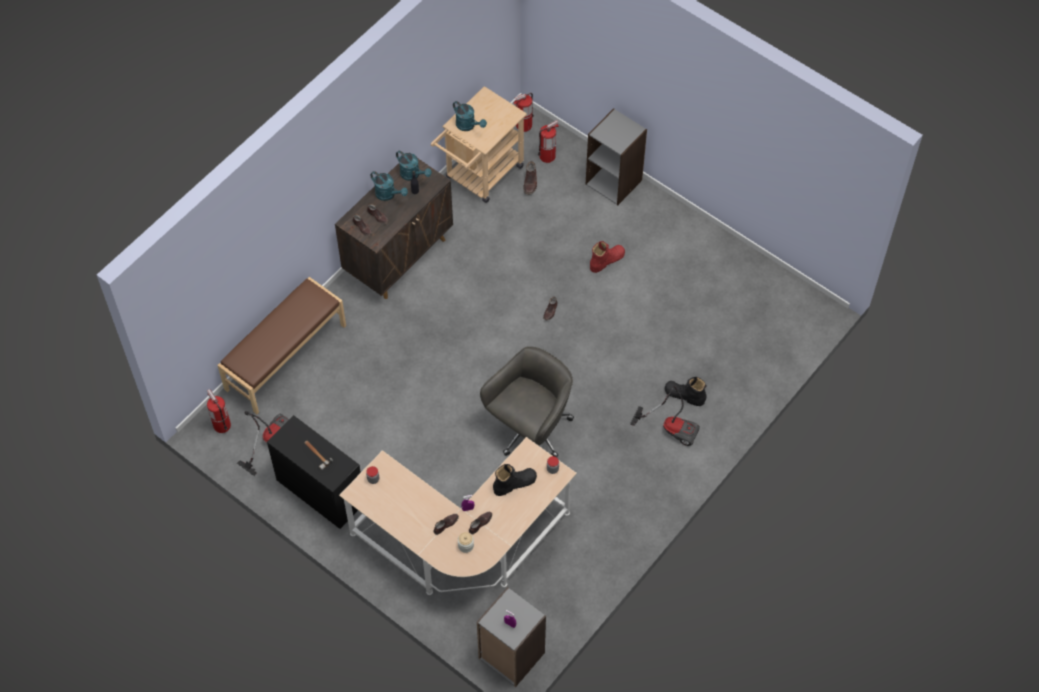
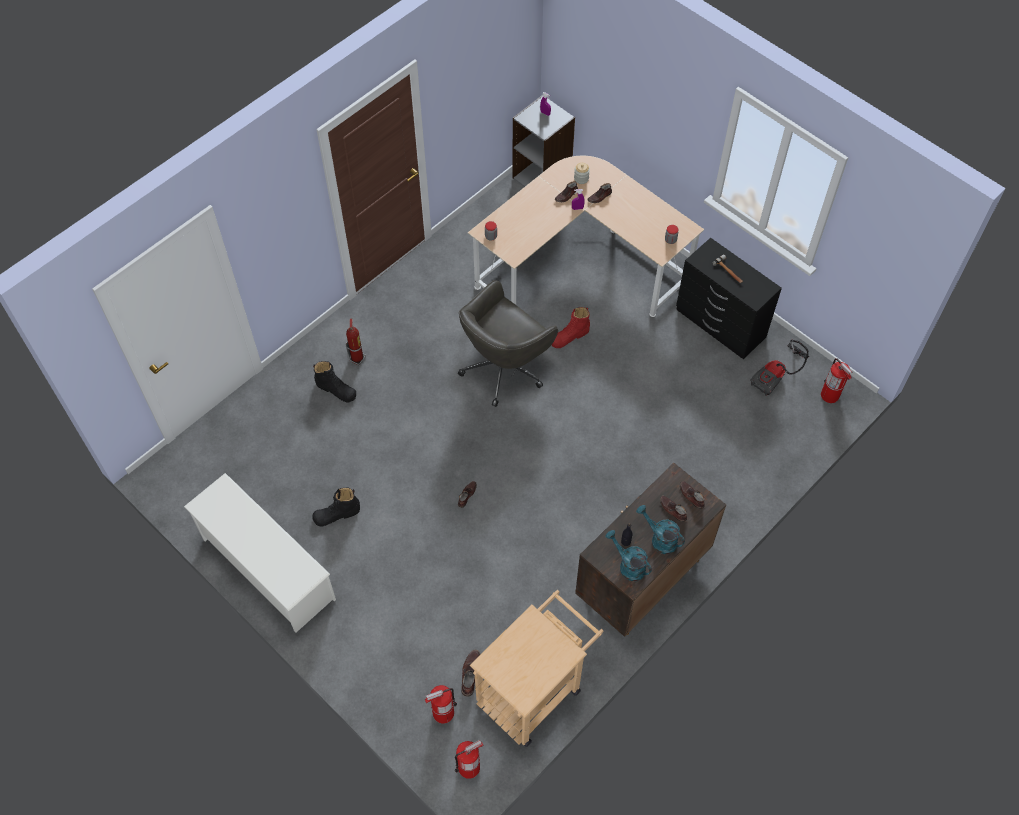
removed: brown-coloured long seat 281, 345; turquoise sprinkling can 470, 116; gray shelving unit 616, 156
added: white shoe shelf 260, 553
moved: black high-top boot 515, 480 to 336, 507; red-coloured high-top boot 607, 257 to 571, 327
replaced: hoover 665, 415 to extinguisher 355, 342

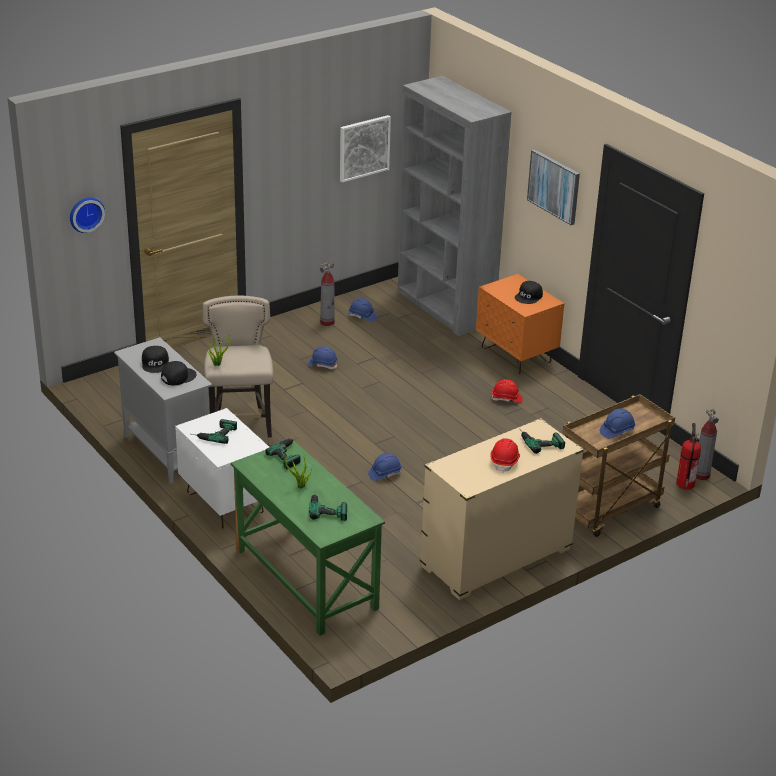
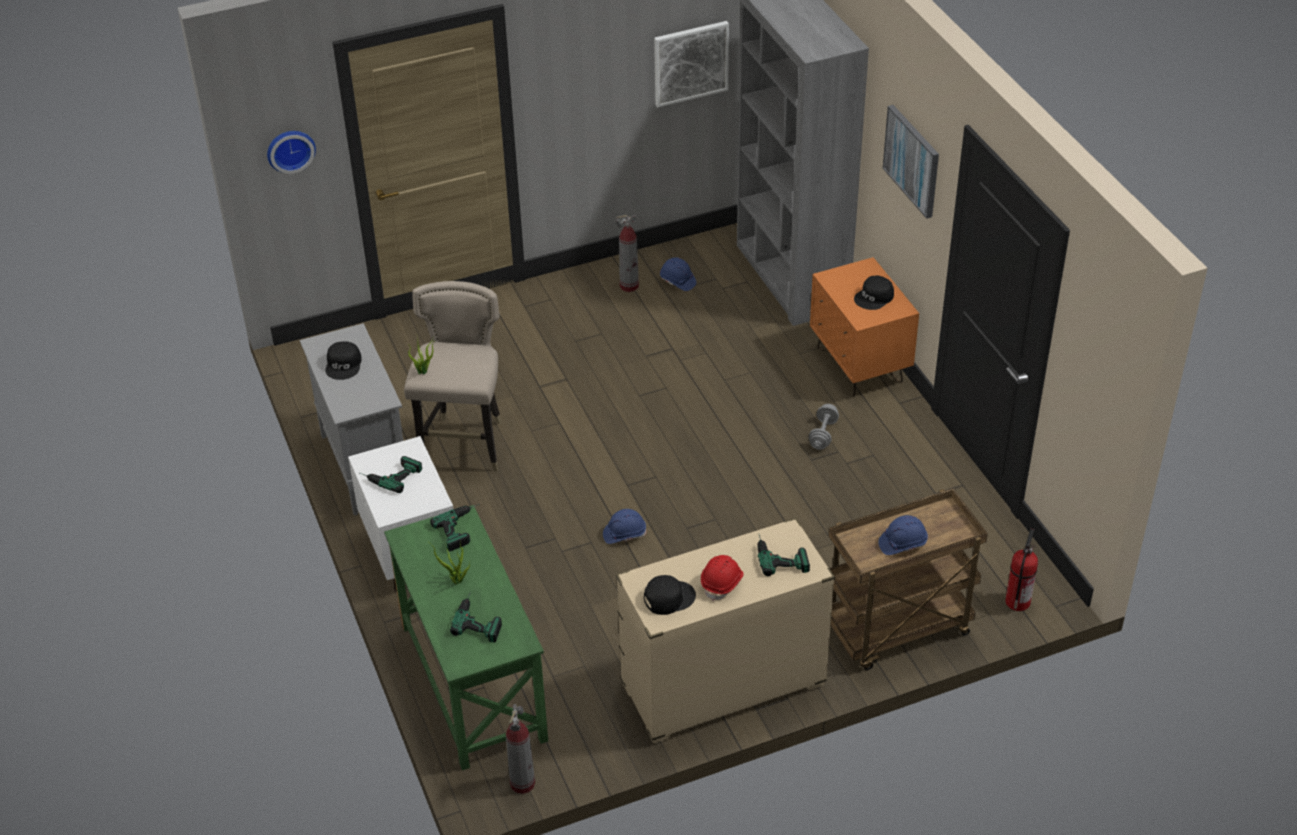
removed: blue safety helmet 323, 357
moved: black peaked cap 179, 373 to 670, 595; extinguisher 707, 444 to 520, 749
replaced: red-coloured safety helmet 506, 391 to gray free weight 824, 427

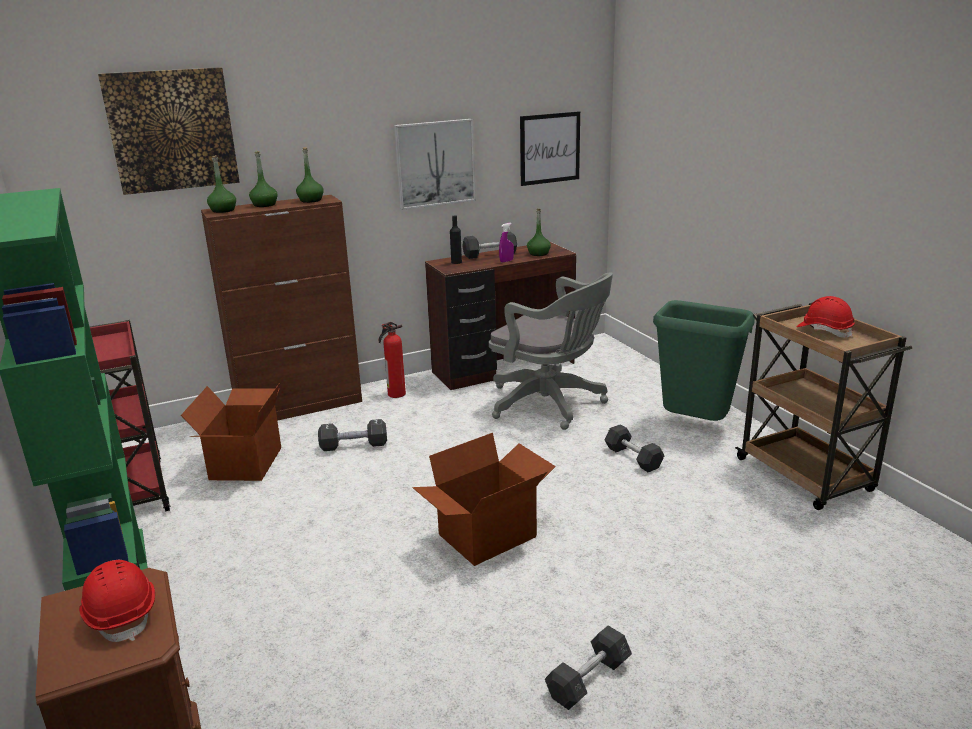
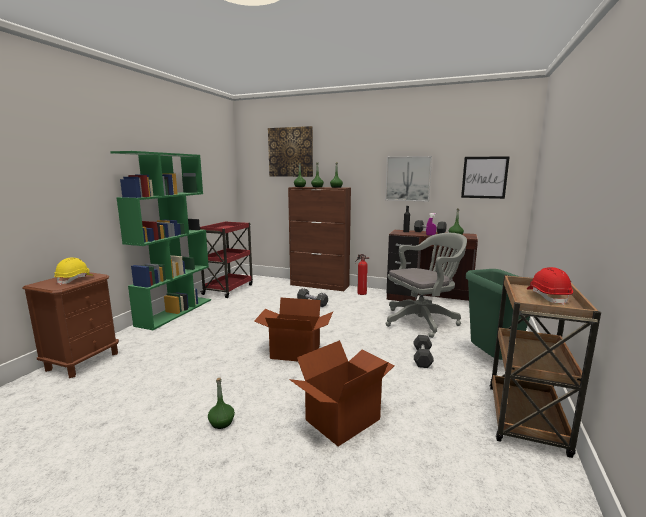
moved: cardboard box 231, 432 to 342, 393
replaced: gray free weight 588, 667 to greenish drink bottle 221, 403
recoloured: red-coloured safety helmet 117, 601 to yellow safety helmet 74, 271
turned: gray desk chair 551, 351 = 426, 285 105 degrees counterclockwise

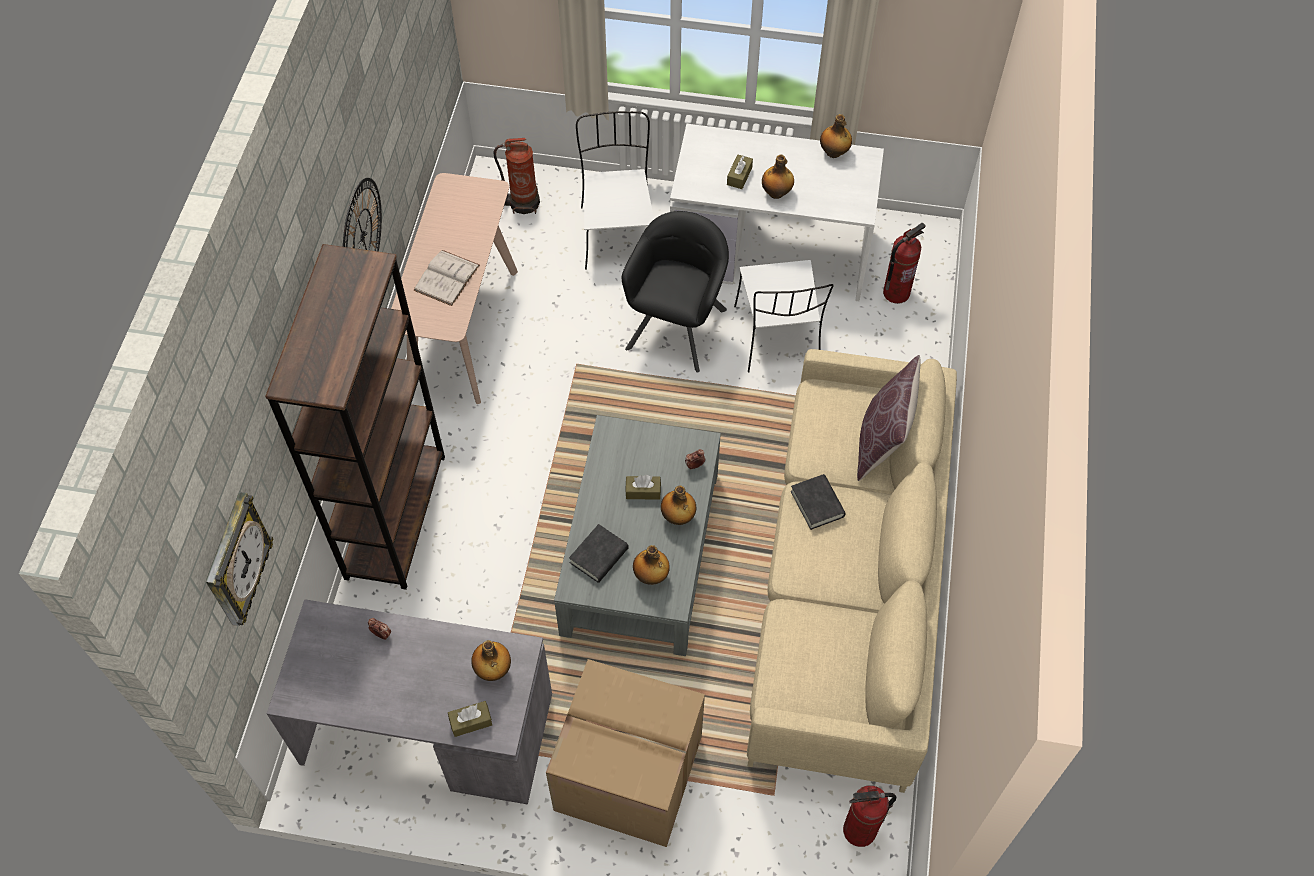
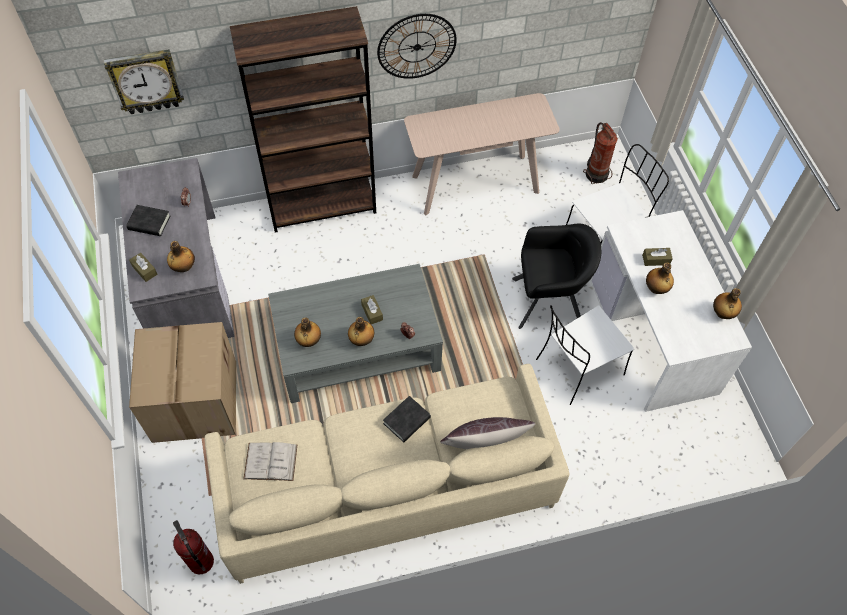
removed: extinguisher 904, 263
moved: white bound book 446, 278 to 270, 461; black bound book 599, 553 to 148, 220

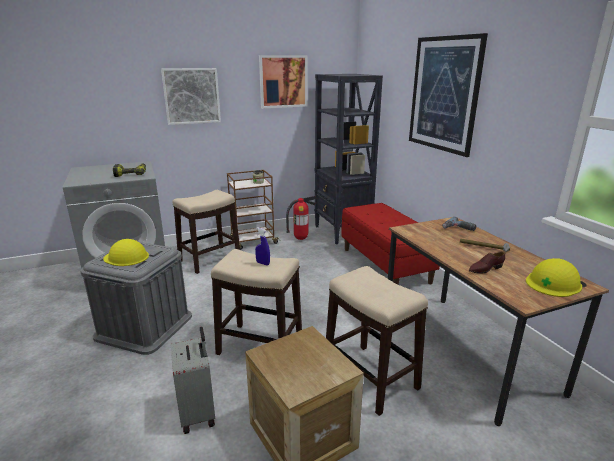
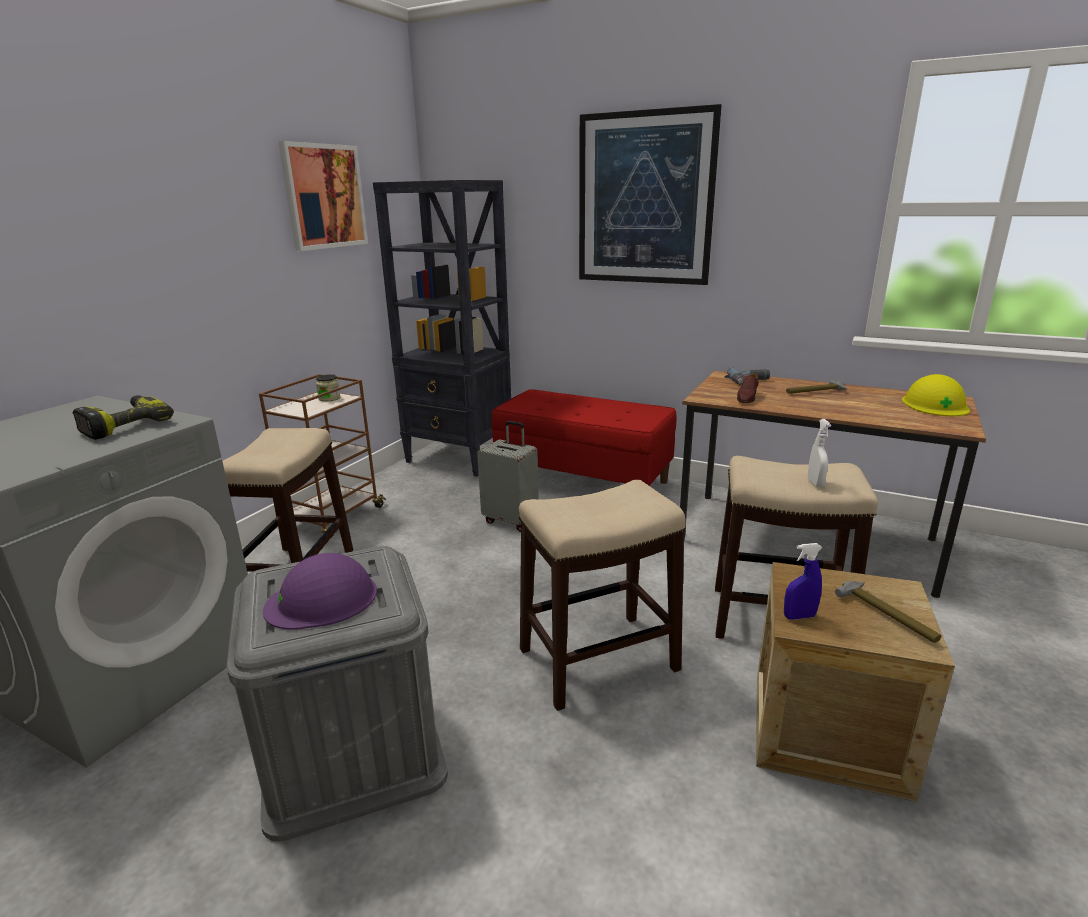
removed: wall art 191, 96; extinguisher 302, 218
added: white sprayer 819, 453; hand hammer 888, 612
moved: gray travel case 193, 380 to 508, 476; blue sprayer 262, 246 to 803, 581; brown-coloured shoe 487, 263 to 748, 388
recoloured: yellow safety helmet 126, 252 to purple-coloured safety helmet 320, 591

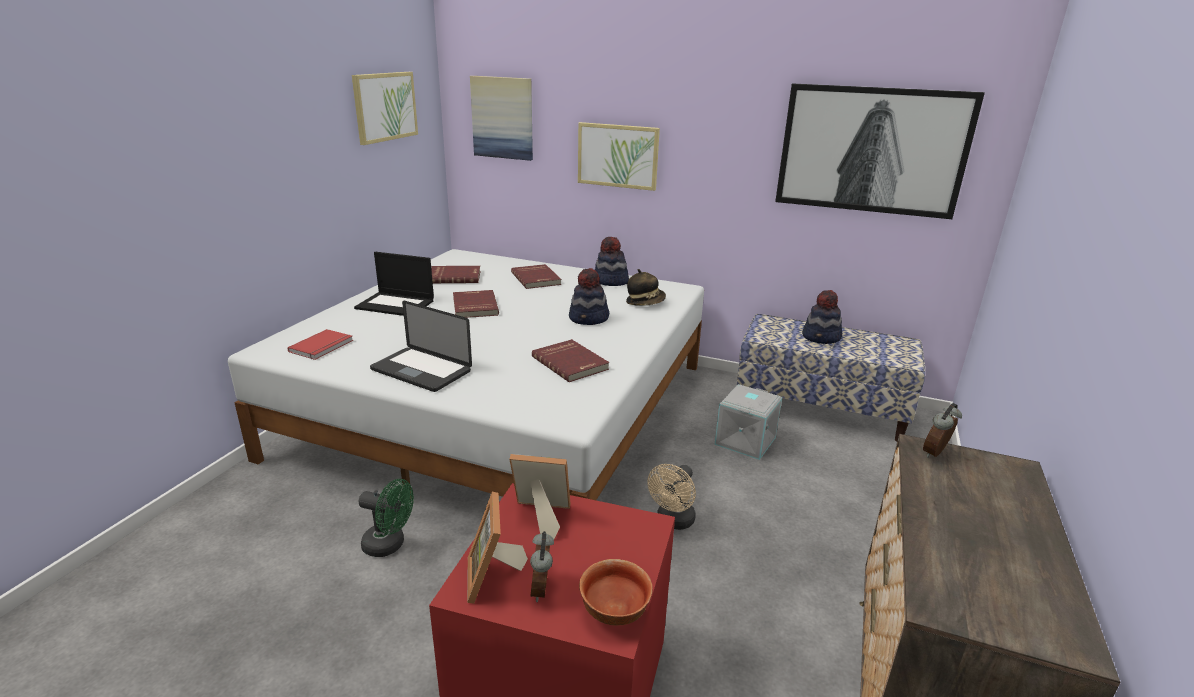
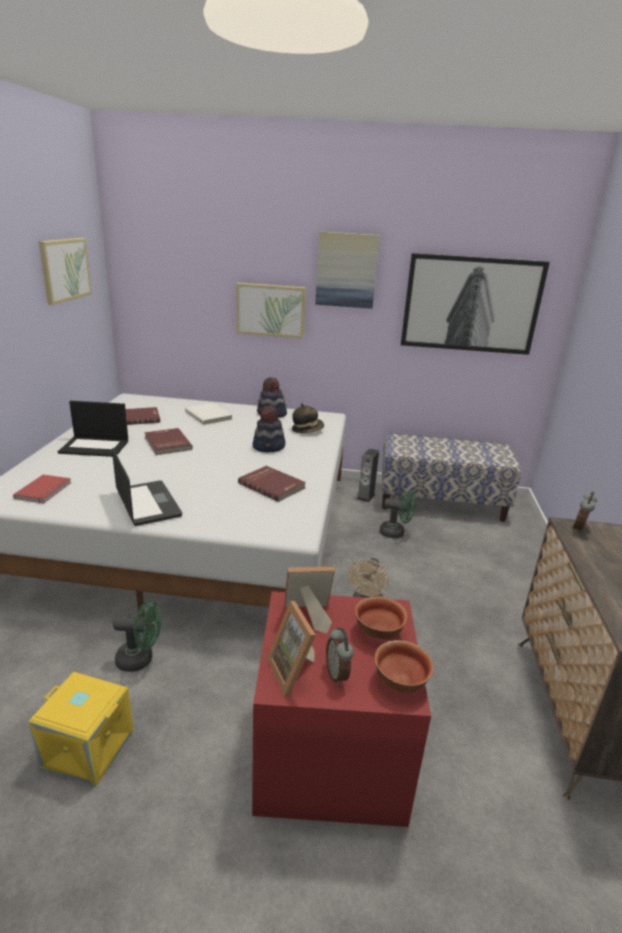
removed: clothing hat 822, 317
added: yellow storage bin 81, 729; serving bowl 381, 617; speaker 368, 475
moved: wall art 501, 118 to 347, 270
replaced: gray storage bin 748, 422 to greenish fan 398, 514
recoloured: red-coloured bound book 536, 276 to white bound book 208, 414
turned: notebook computer 421, 346 = 147, 487 135 degrees counterclockwise

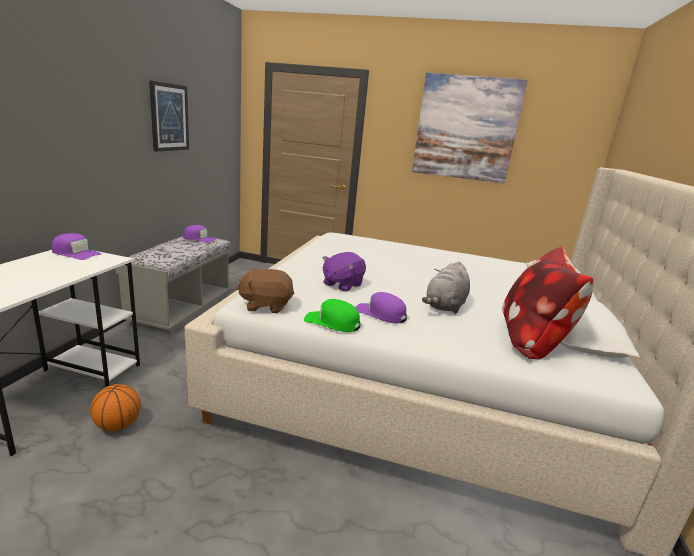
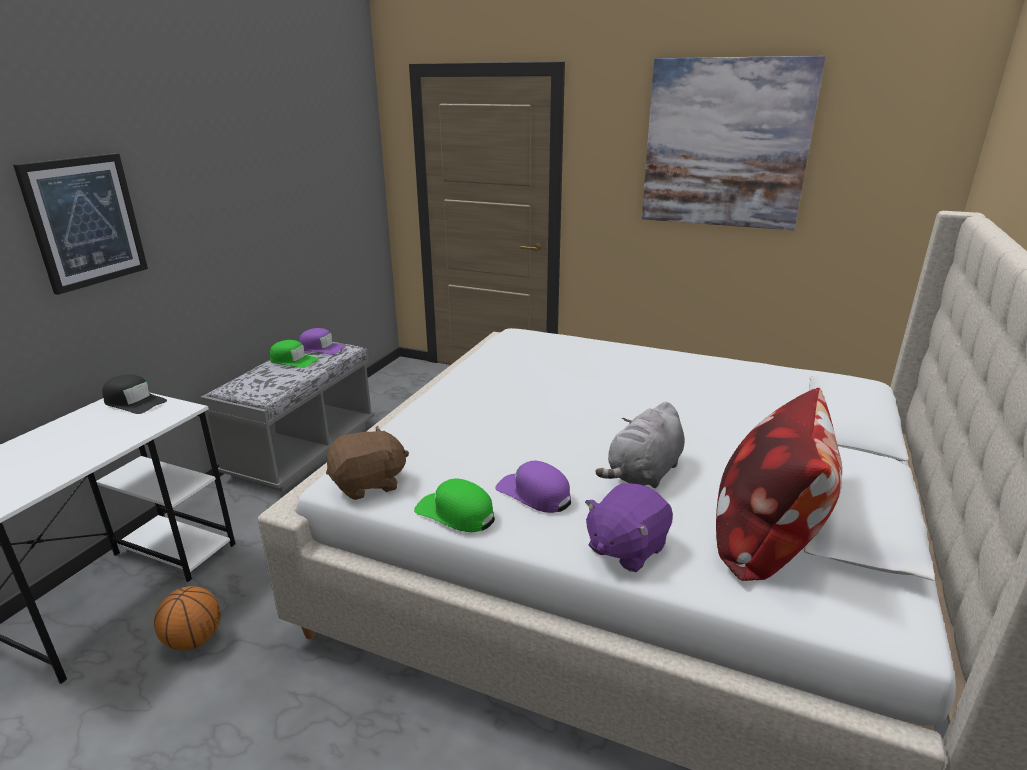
added: greenish peaked cap 294, 354
moved: wall art 169, 116 to 80, 224; purple-coloured plush toy 344, 272 to 629, 527
recoloured: purple-coloured peaked cap 76, 246 to black peaked cap 134, 394
turned: brown-coloured plush toy 265, 290 = 367, 463 150 degrees clockwise

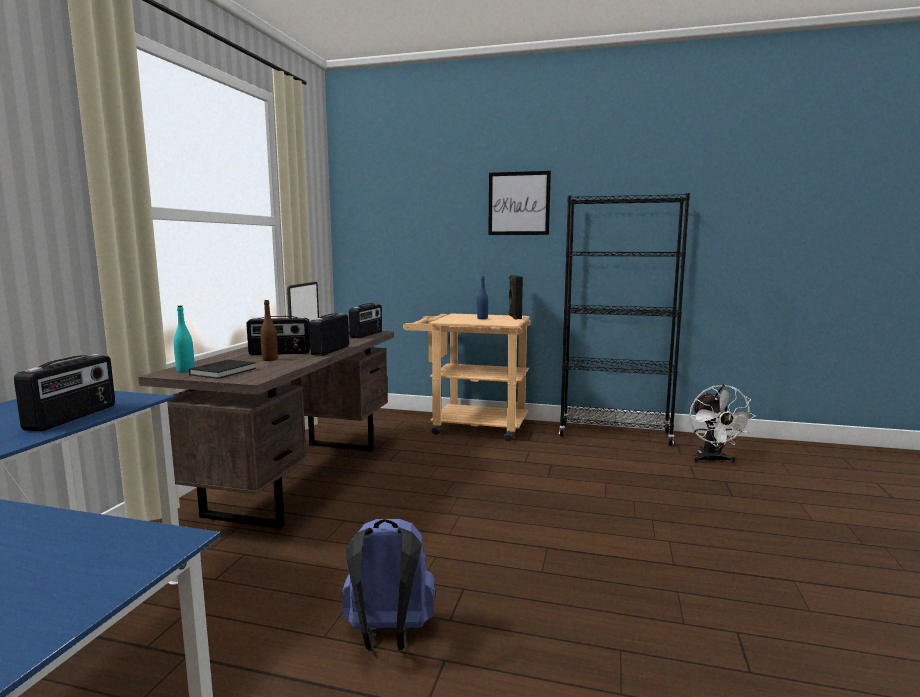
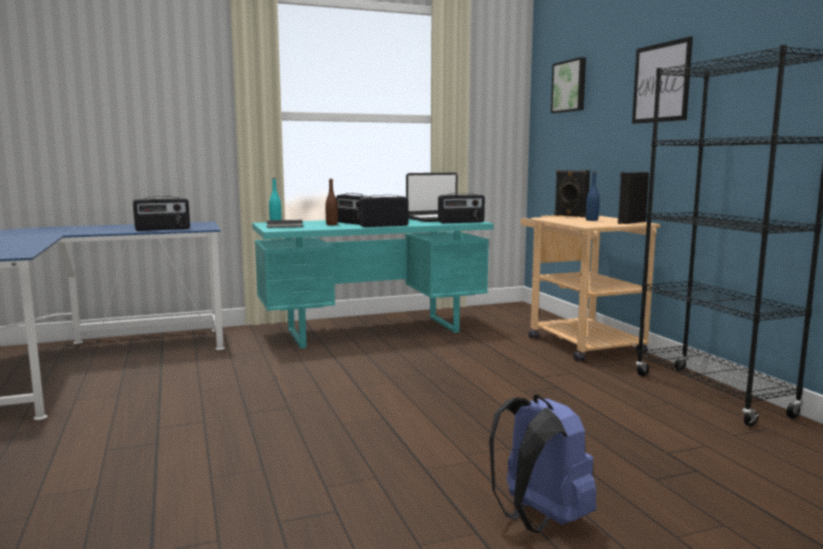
removed: white fan 722, 424
added: wall art 568, 85; black speaker 572, 193
moved: blue knapsack 388, 585 to 542, 463
recoloured: brown-coloured desk table 266, 430 to turquoise desk table 373, 283

